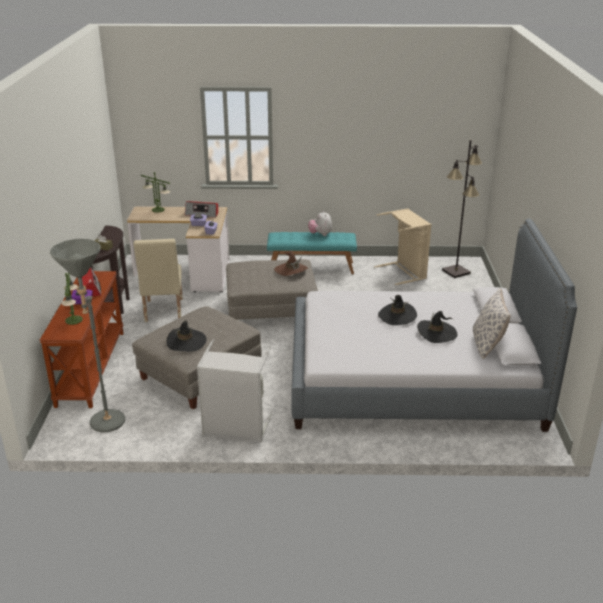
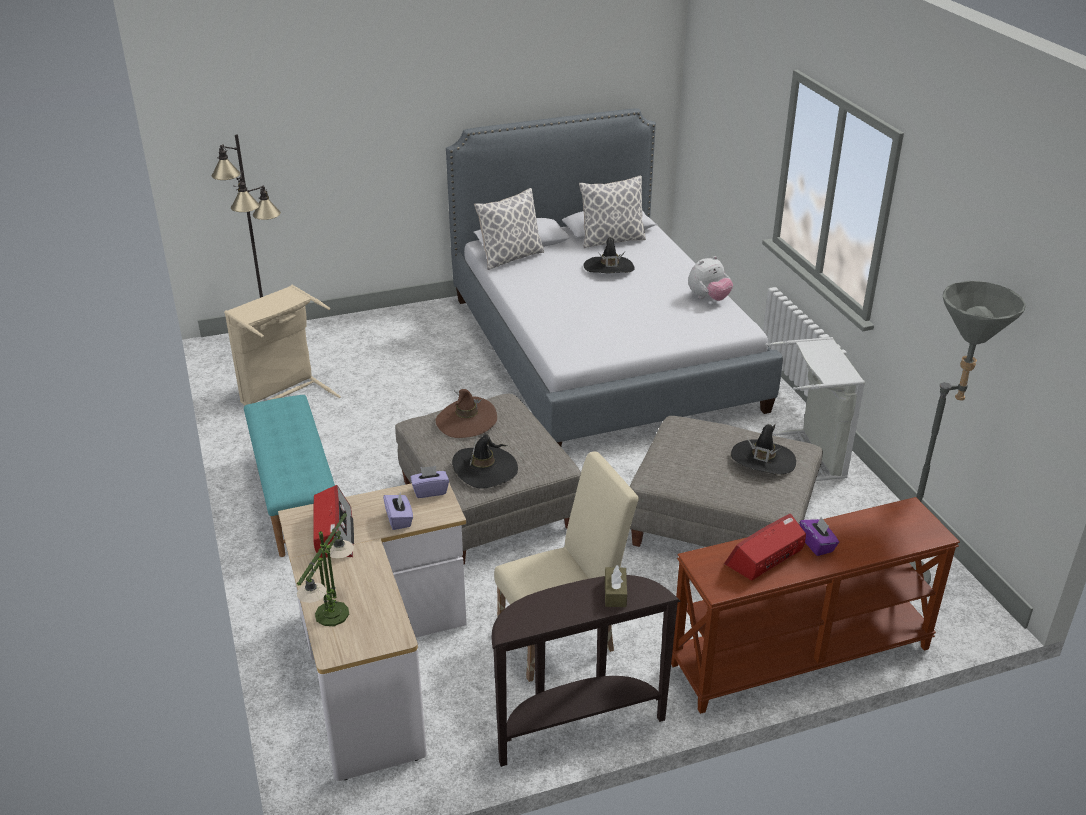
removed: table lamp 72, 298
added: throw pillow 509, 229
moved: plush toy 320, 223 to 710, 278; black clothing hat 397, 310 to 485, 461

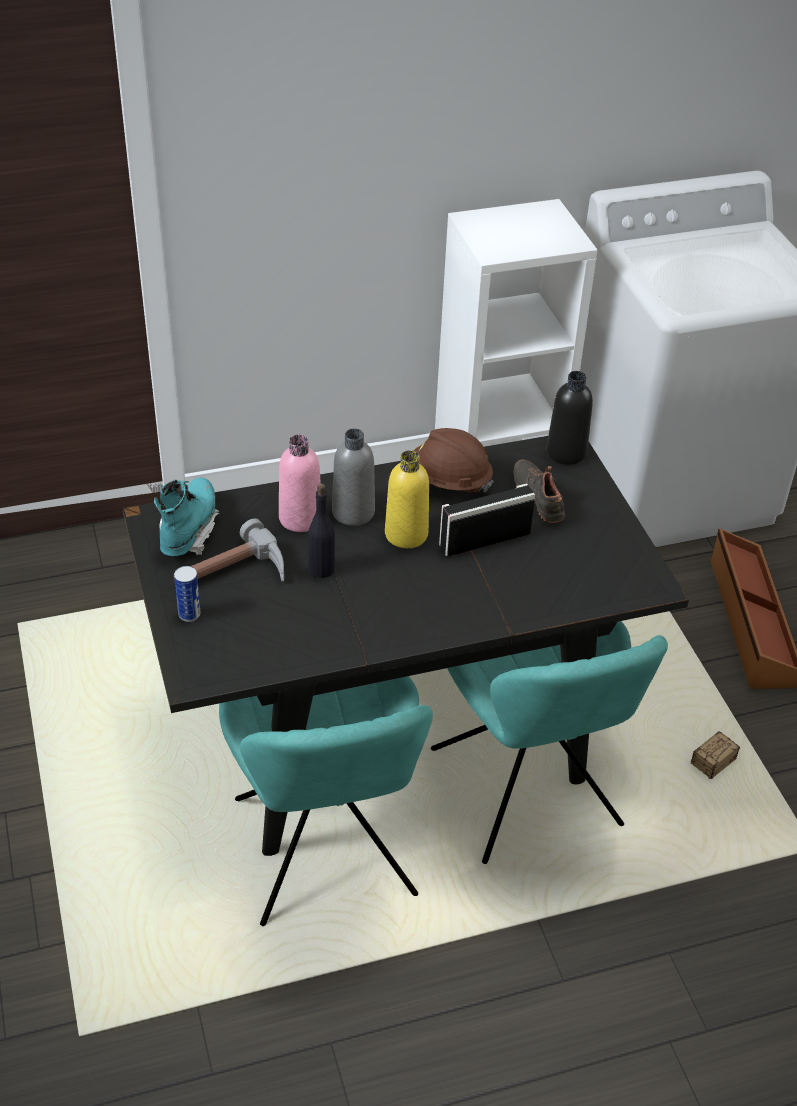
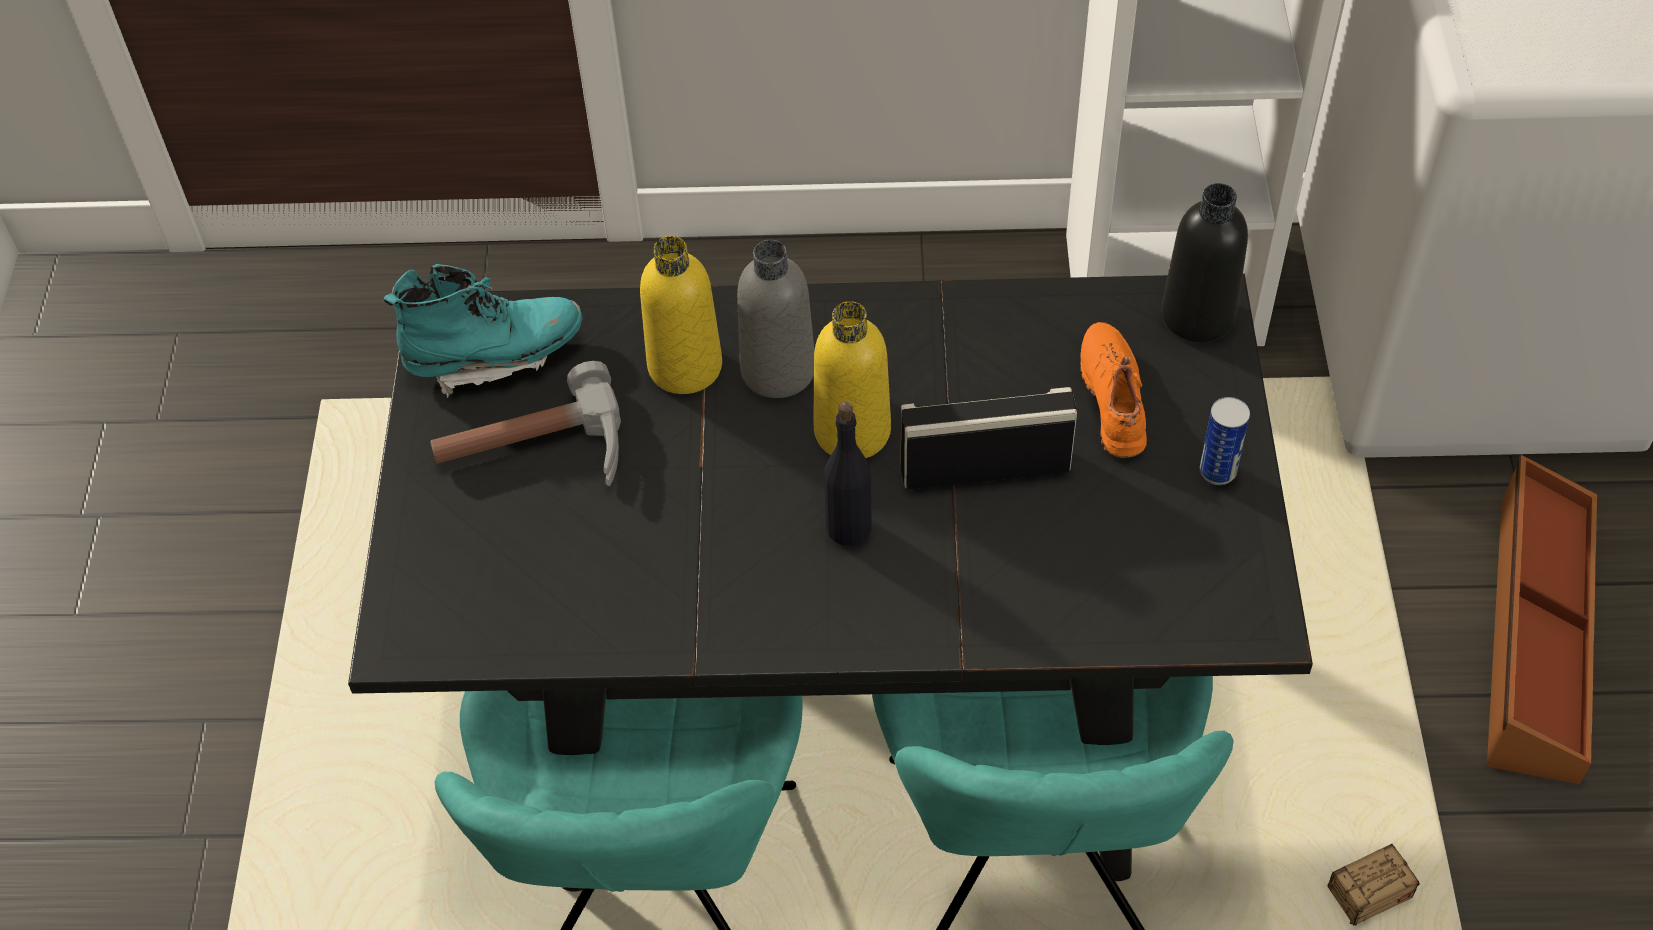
removed: brown-coloured safety helmet 453, 460
moved: metal can 187, 594 to 1224, 441; black drink bottle 321, 531 to 848, 474
recoloured: pinkish drink bottle 300, 483 to yellow drink bottle 681, 315; black shoe 539, 491 to orangey shoe 1113, 390
turned: turquoise high-top boot 187, 516 = 482, 331 45 degrees clockwise

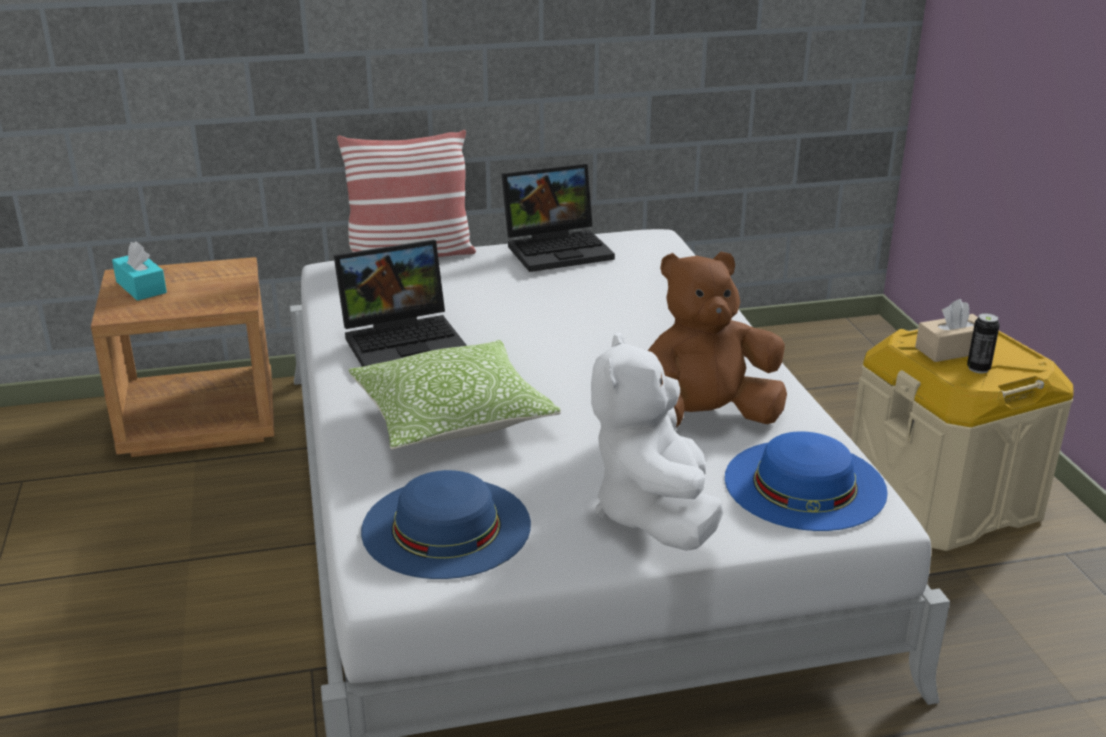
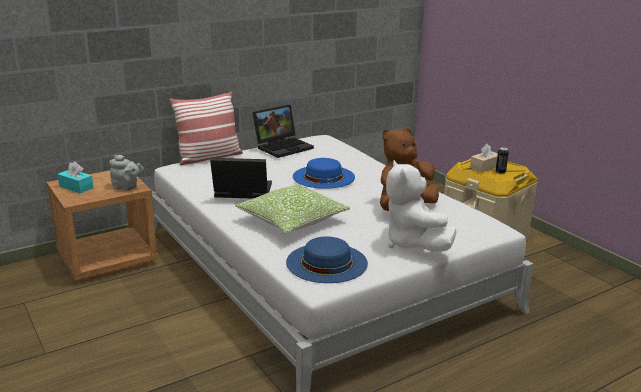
added: gray tea pot 126, 172
moved: blue clothing hat 806, 481 to 324, 173
turned: notebook computer 400, 303 = 241, 178 135 degrees counterclockwise

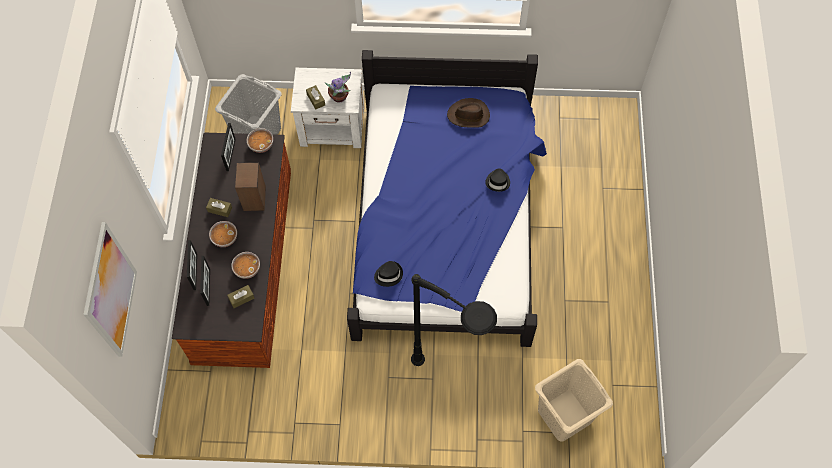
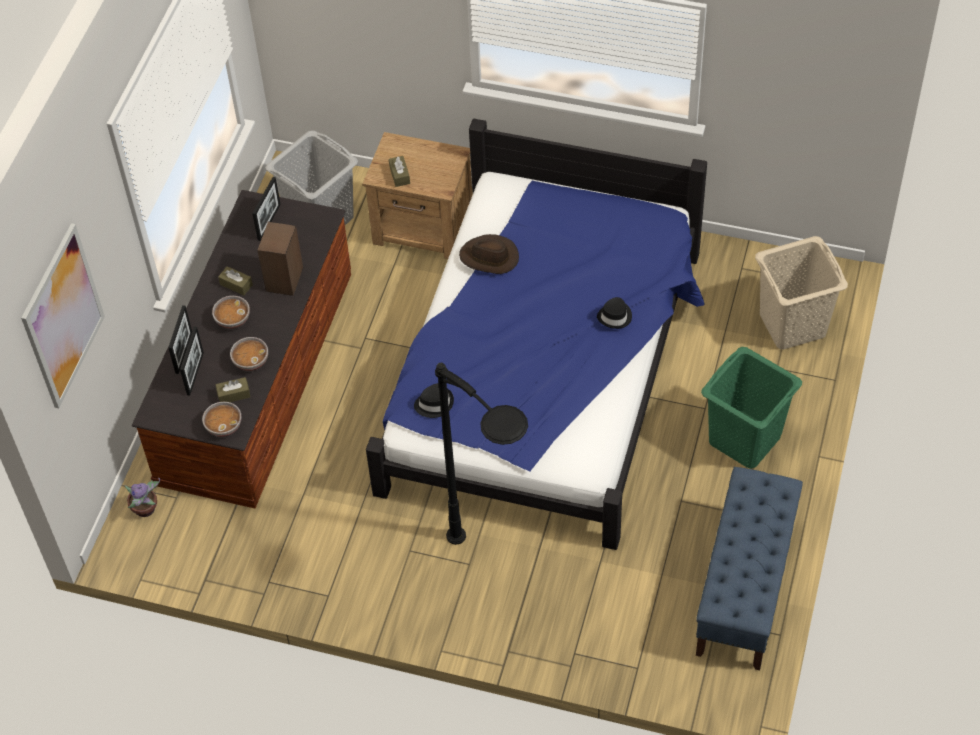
added: blue long seat 749, 568; greenish laundry basket 751, 408
moved: serving bowl 259, 140 to 222, 419; plant in a pot 338, 87 to 142, 497; brown-coloured clothing hat 468, 113 to 489, 254; beige laundry basket 574, 400 to 801, 292
recoloured: white nightstand 327, 108 to brown-coloured nightstand 417, 195

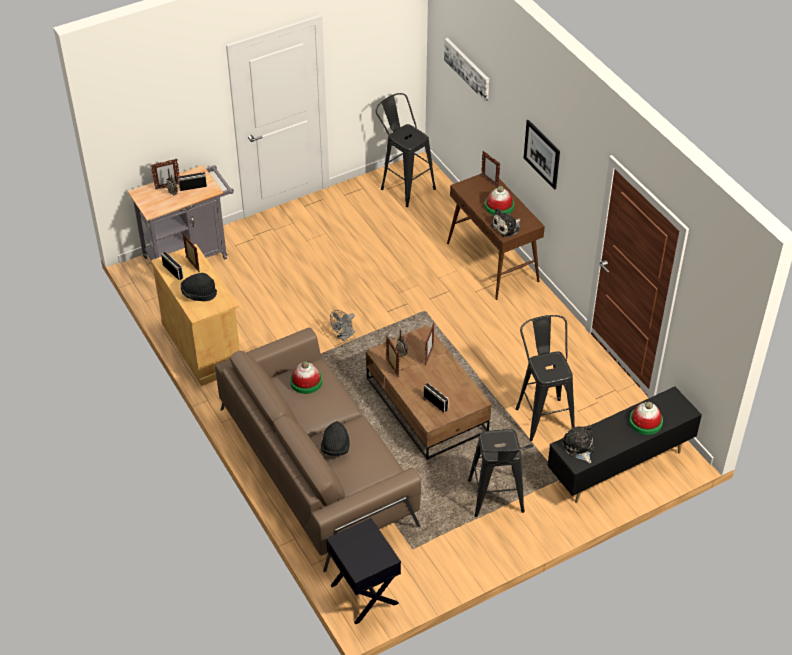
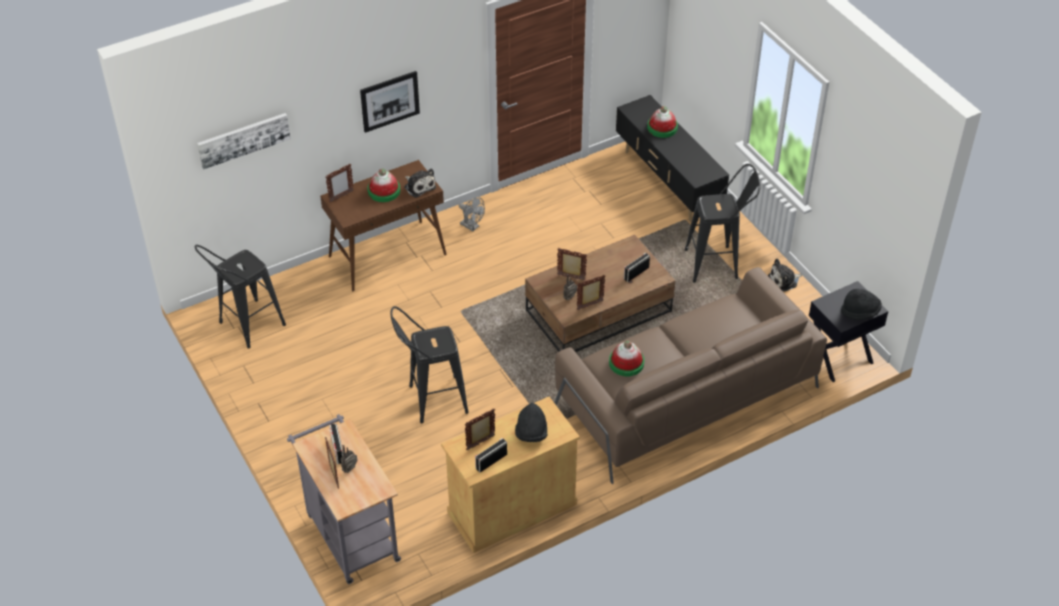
moved: black clothing hat 335, 438 to 861, 304; gray fan 342, 326 to 472, 214; black stool 545, 378 to 429, 365; plush toy 578, 444 to 785, 275

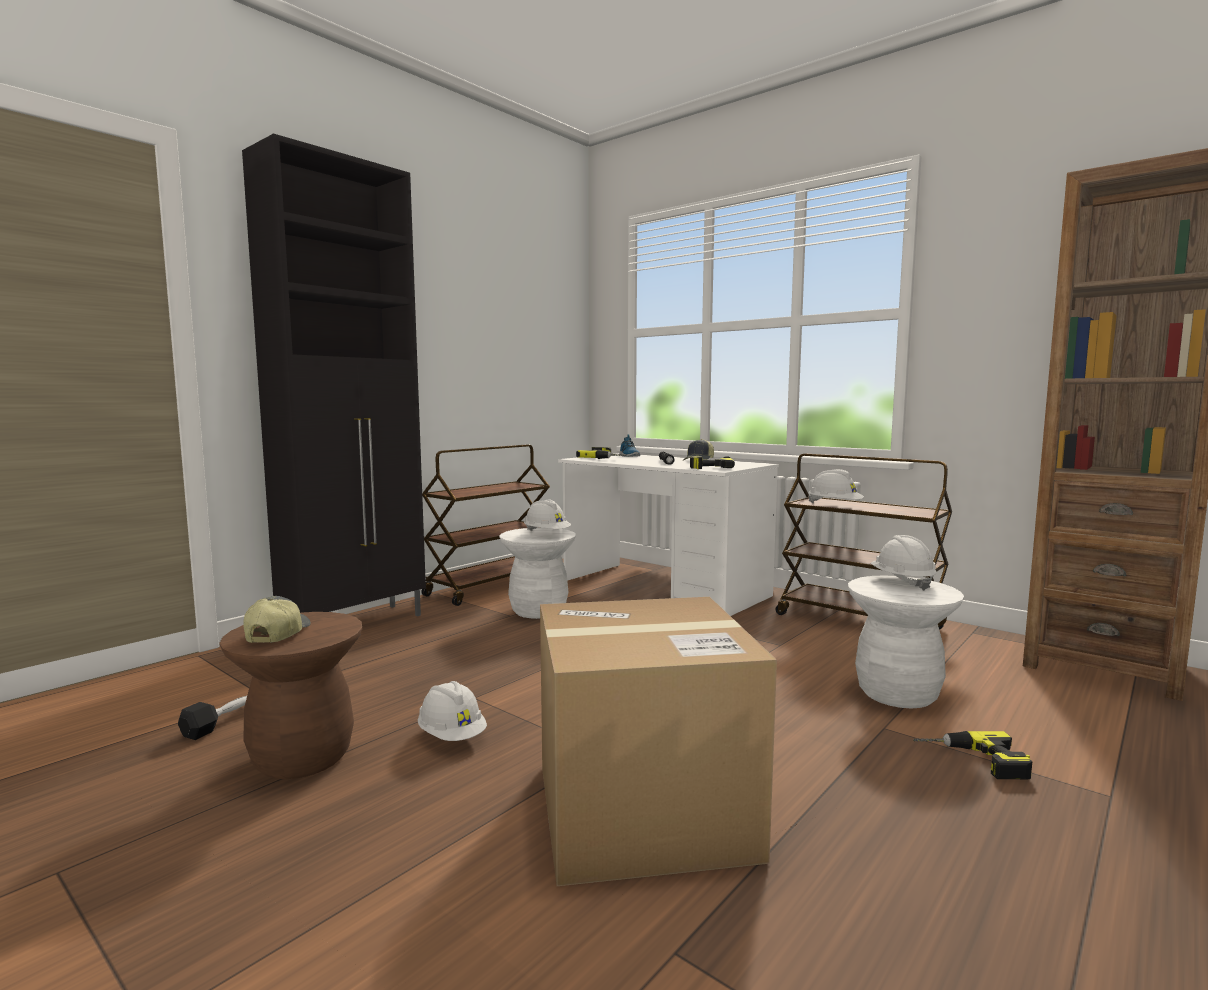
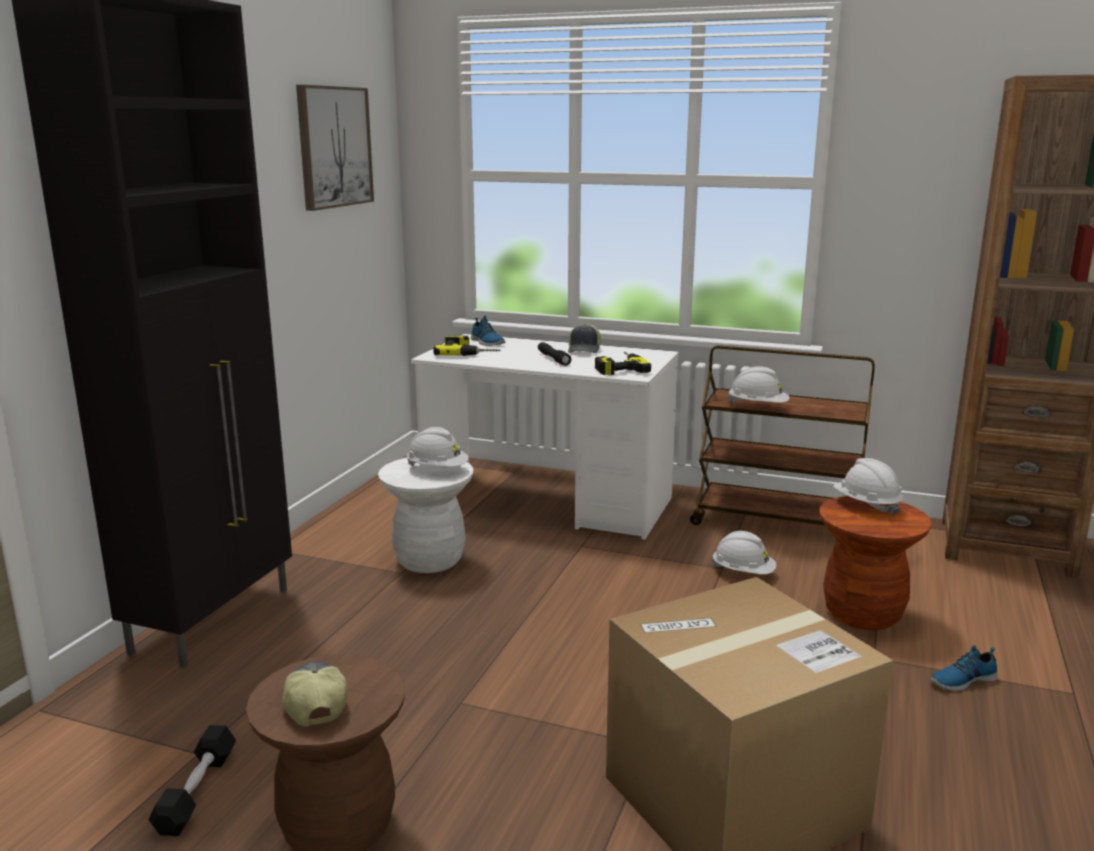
removed: brown-coloured wheeled cart 486, 525
added: wall art 335, 148
moved: white safety helmet 452, 711 to 744, 553
replaced: electric drill 972, 755 to shoe 964, 668
recoloured: white stool 906, 641 to brown-coloured stool 875, 563

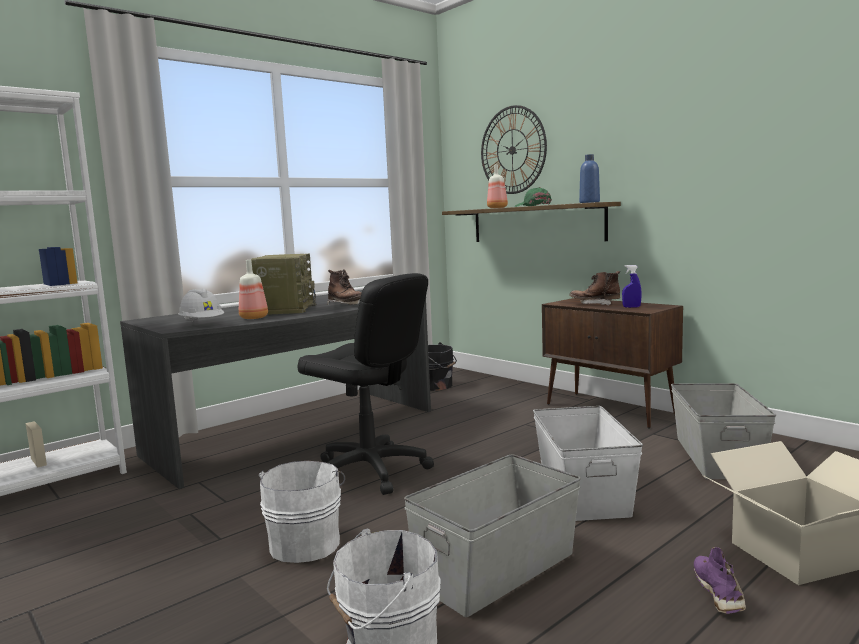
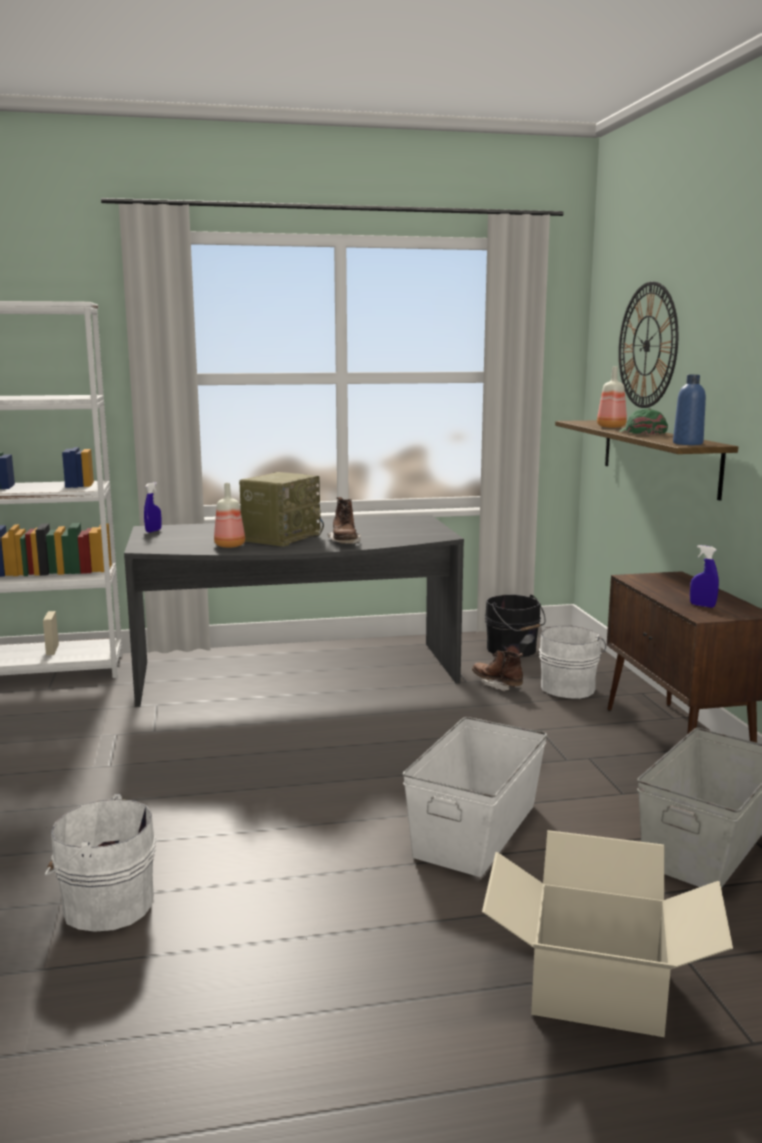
removed: white safety helmet 201, 305; black desk chair 365, 384; gray storage bin 492, 535; purple-coloured shoe 720, 580
added: blue sprayer 153, 507
moved: white pail 302, 512 to 572, 662; brown-coloured high-top boot 594, 288 to 497, 670

